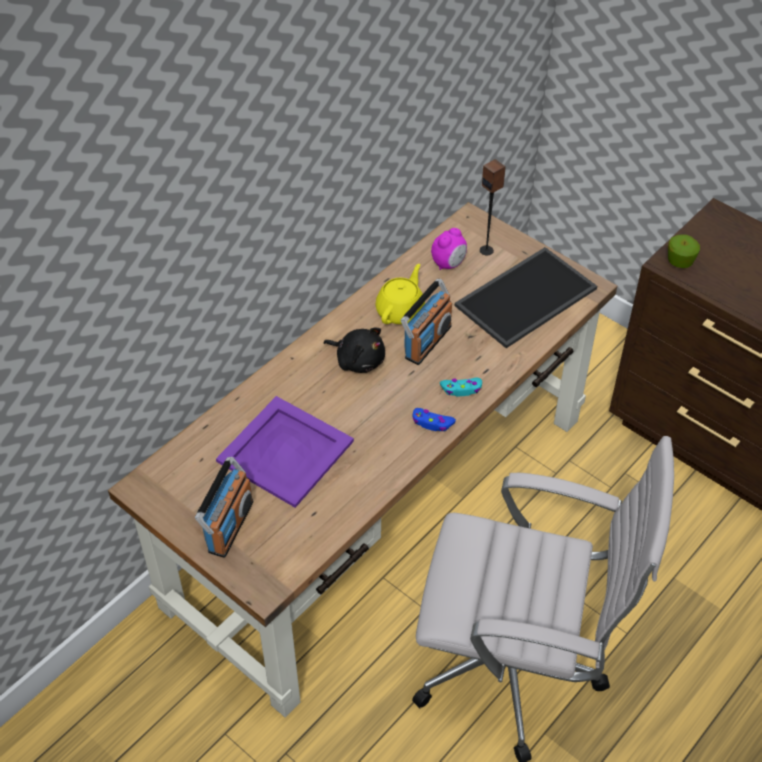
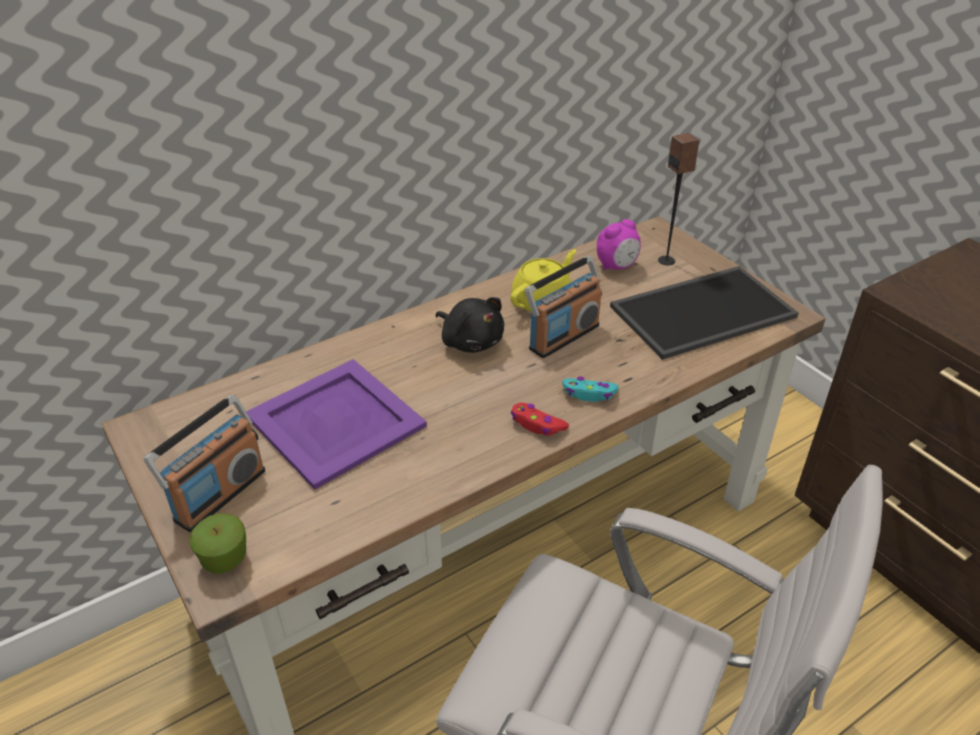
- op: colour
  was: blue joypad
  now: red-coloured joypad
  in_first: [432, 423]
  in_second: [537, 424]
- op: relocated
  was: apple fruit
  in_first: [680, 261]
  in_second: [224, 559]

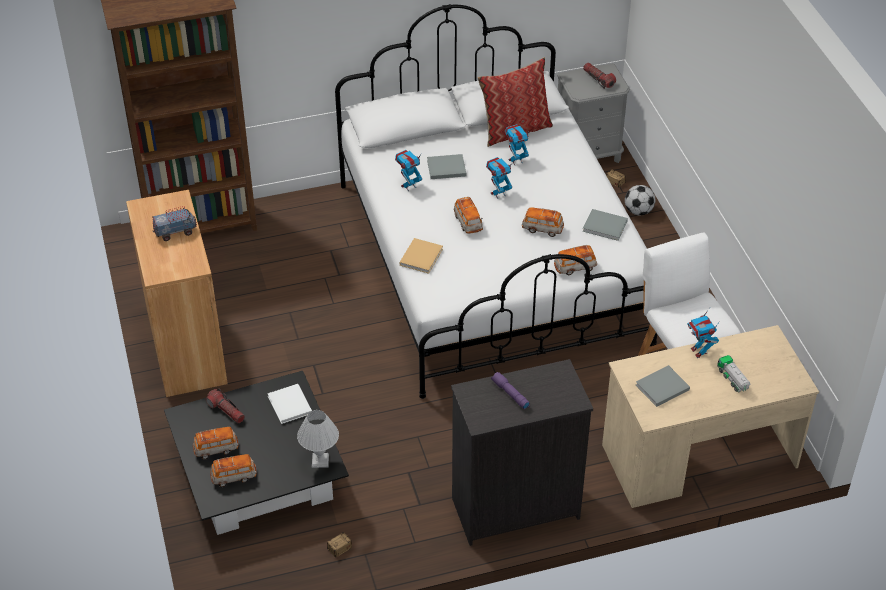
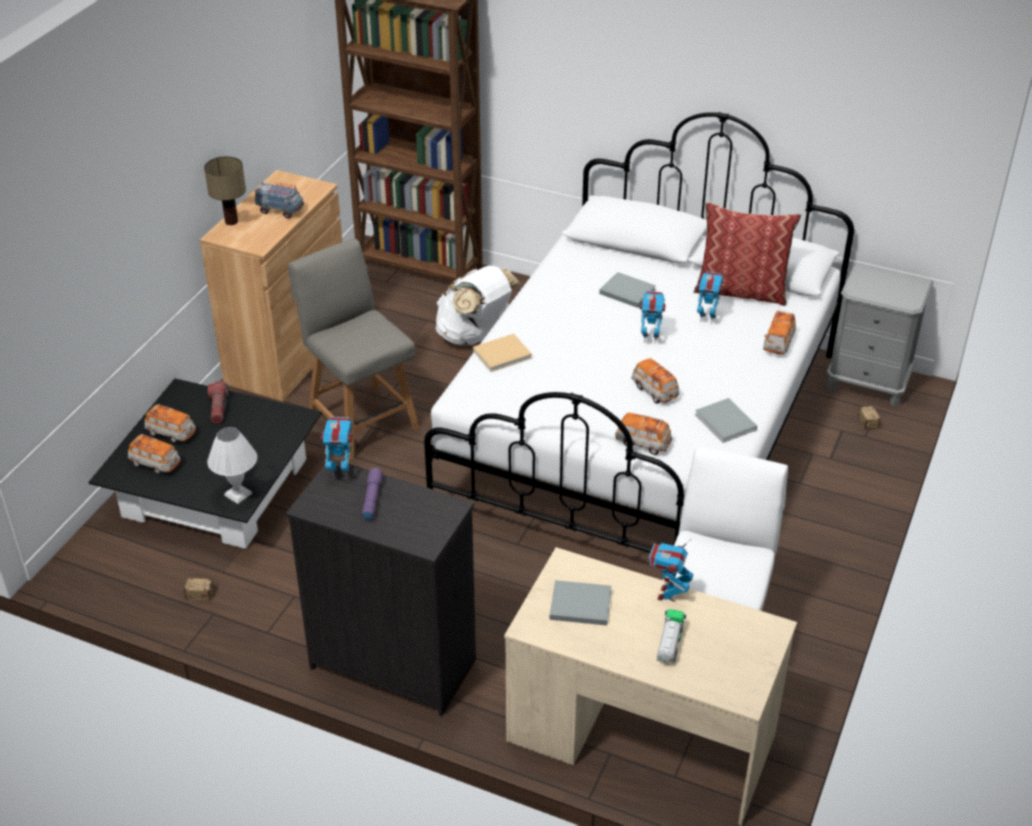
- op: missing
  was: white-coloured volume
  in_first: [290, 406]
- op: relocated
  was: robot figure
  in_first: [408, 186]
  in_second: [341, 471]
- op: relocated
  was: toy car
  in_first: [468, 223]
  in_second: [778, 343]
- op: missing
  was: hand torch
  in_first: [598, 79]
- op: missing
  was: ball for football
  in_first: [638, 211]
- op: appeared
  now: lamp for a table
  in_second: [231, 221]
- op: appeared
  now: greyish upright chair
  in_second: [361, 420]
- op: appeared
  now: white-coloured rucksack
  in_second: [475, 336]

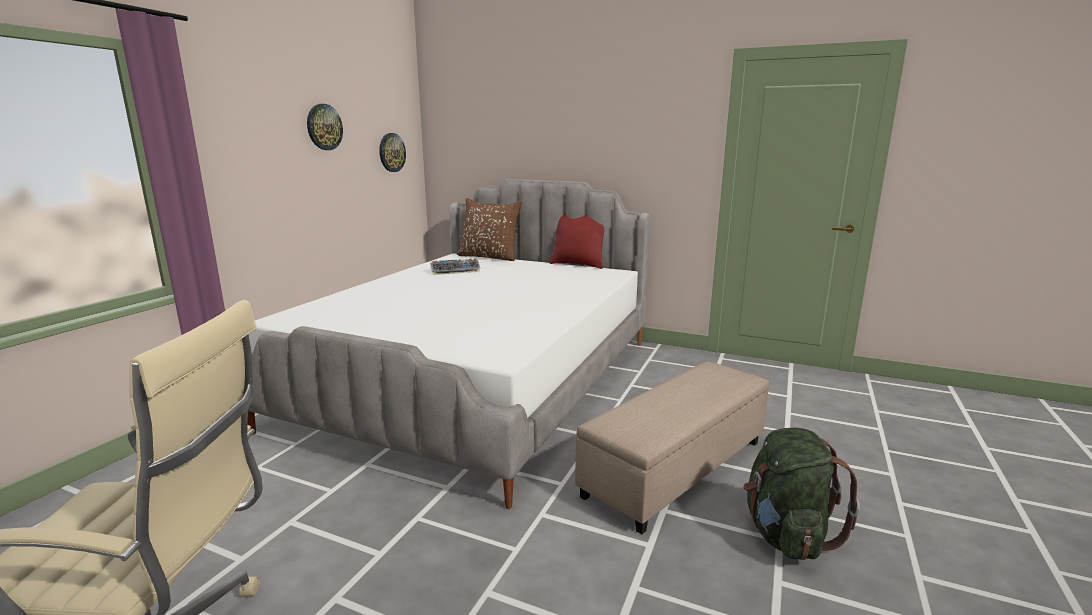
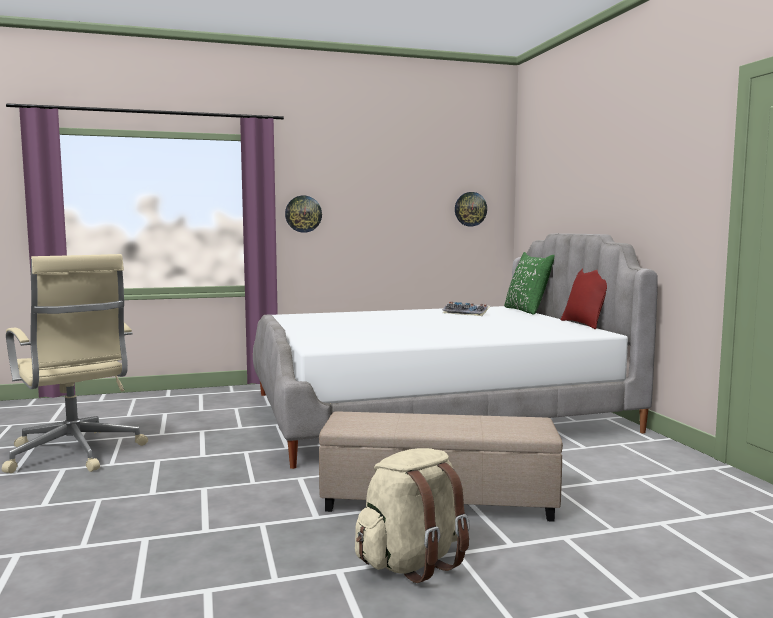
- op: relocated
  was: hanging clock
  in_first: [324, 127]
  in_second: [303, 214]
- op: colour
  was: brown cushion
  now: green cushion
  in_first: [489, 257]
  in_second: [527, 311]
- op: colour
  was: green rucksack
  now: beige-coloured rucksack
  in_first: [786, 534]
  in_second: [412, 562]

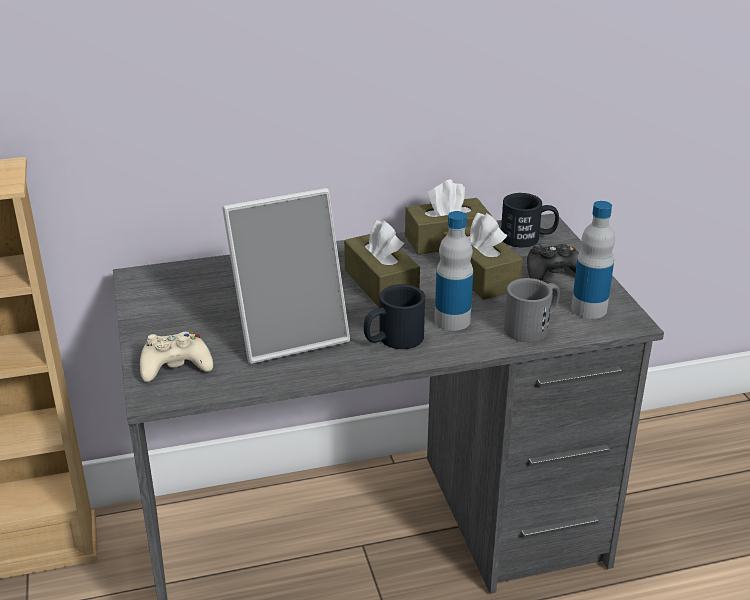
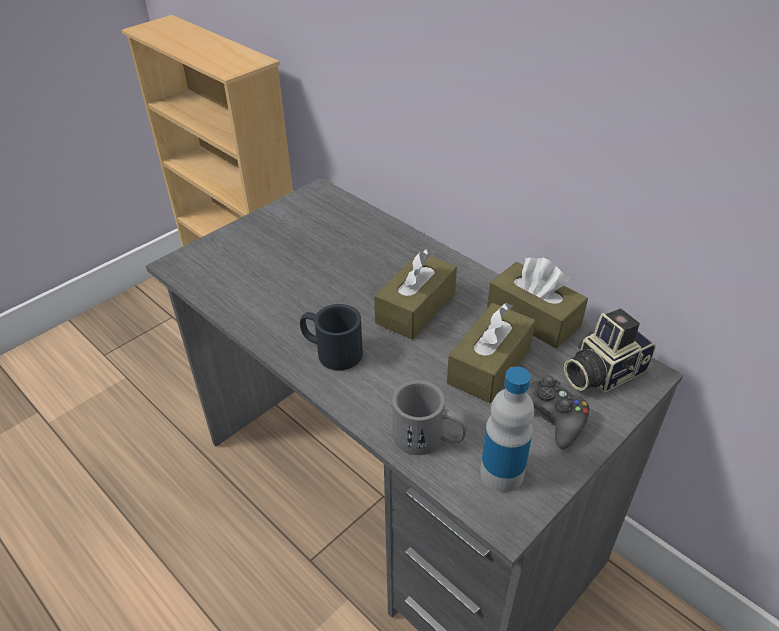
- op: missing
  was: beige-coloured joypad
  in_first: [175, 365]
- op: missing
  was: standing frame
  in_first: [290, 334]
- op: missing
  was: drink bottle
  in_first: [452, 320]
- op: exchanged
  was: black-coloured tea mug
  now: photo camera
  in_first: [528, 238]
  in_second: [601, 372]

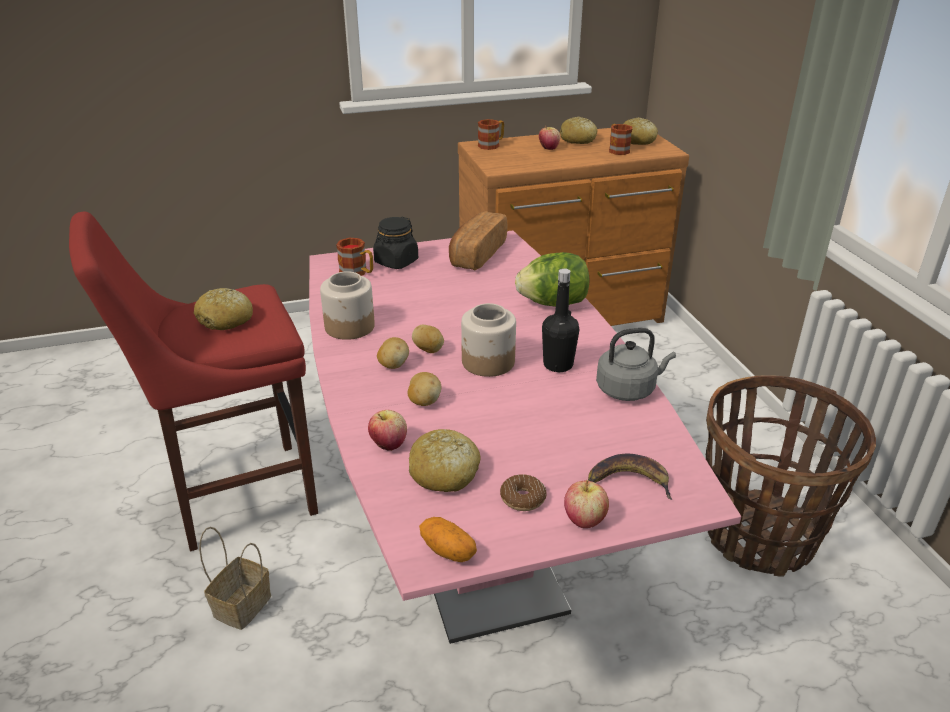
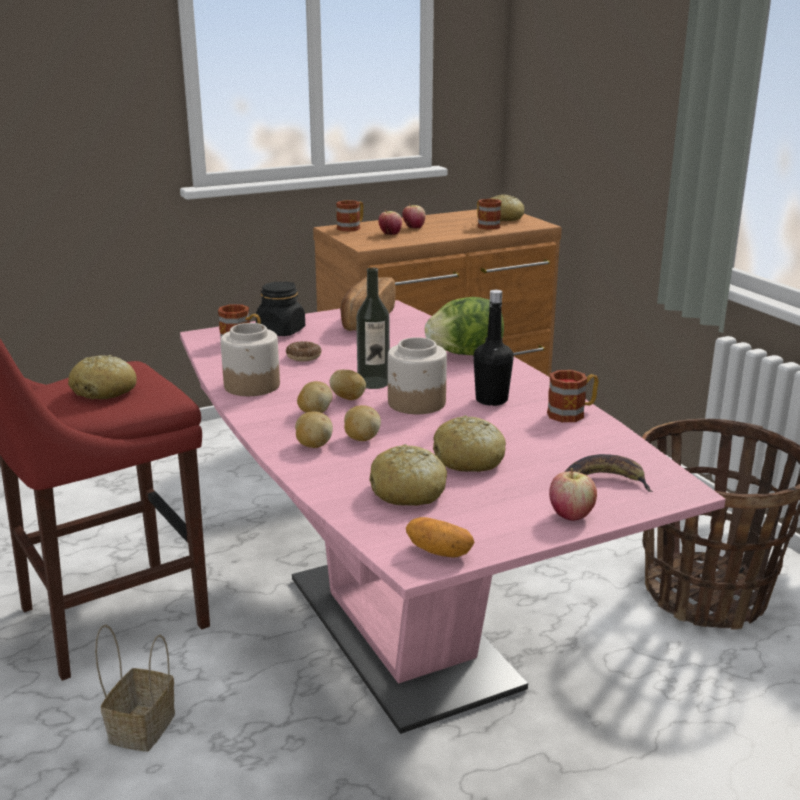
- op: relocated
  was: apple fruit
  in_first: [389, 444]
  in_second: [390, 234]
- op: relocated
  was: doughnut
  in_first: [523, 498]
  in_second: [303, 357]
- op: relocated
  was: bread
  in_first: [578, 140]
  in_second: [468, 460]
- op: exchanged
  was: greyish water kettle
  now: tea mug
  in_first: [628, 389]
  in_second: [572, 413]
- op: appeared
  now: potato
  in_second: [313, 445]
- op: appeared
  now: drink bottle
  in_second: [373, 383]

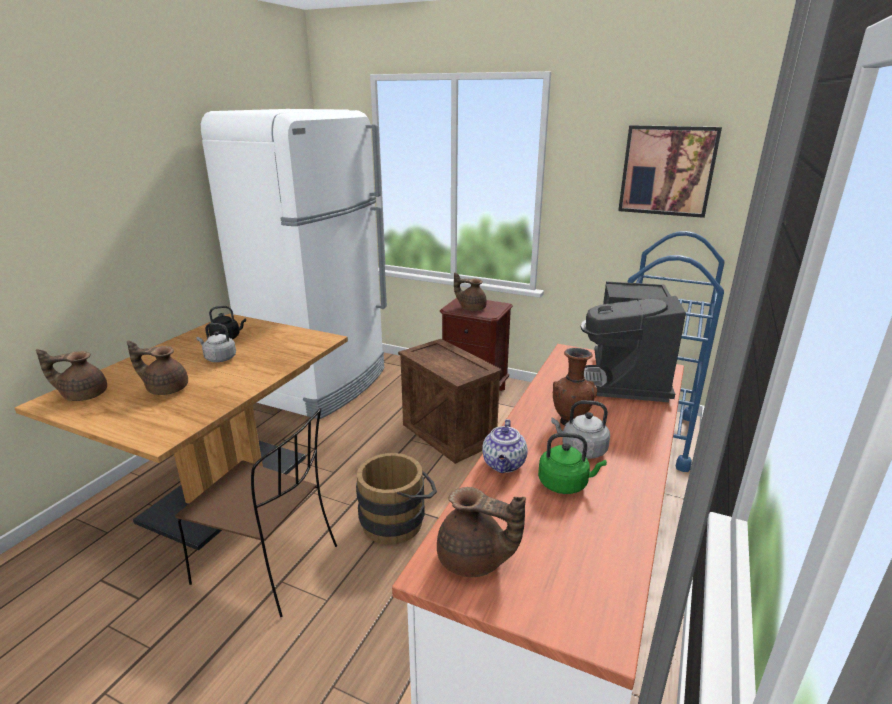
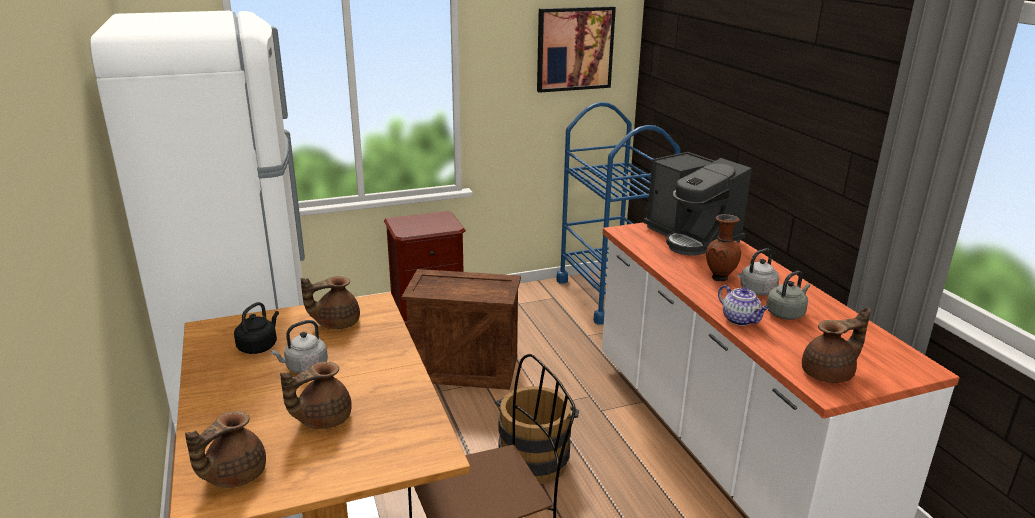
- op: relocated
  was: brown pot for tea
  in_first: [471, 308]
  in_second: [336, 323]
- op: colour
  was: green water kettle
  now: greyish water kettle
  in_first: [565, 484]
  in_second: [786, 313]

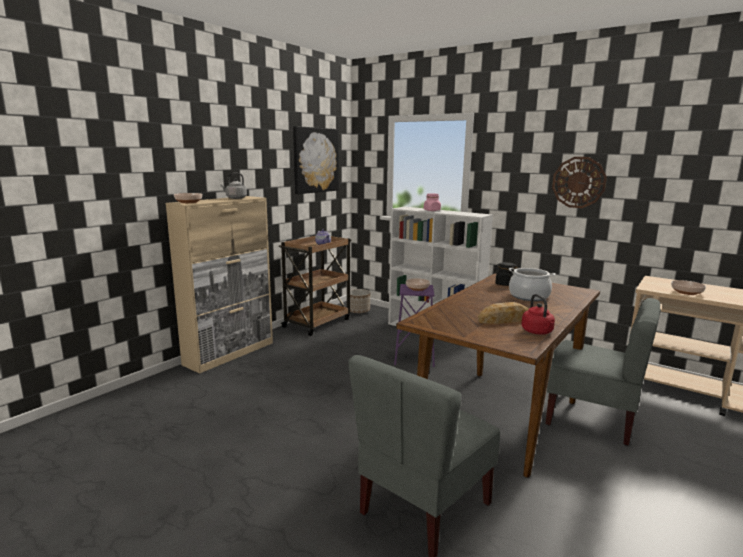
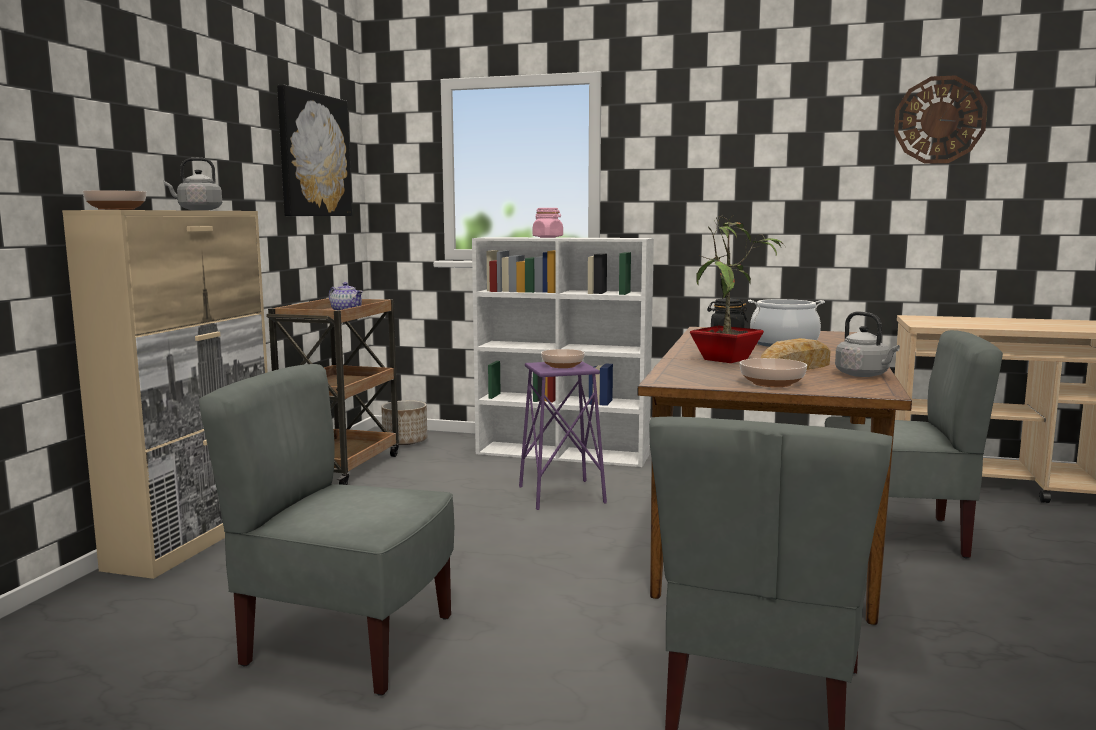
- op: colour
  was: red-coloured water kettle
  now: greyish water kettle
  in_first: [538, 332]
  in_second: [864, 375]
- op: relocated
  was: hanging clock
  in_first: [578, 182]
  in_second: [939, 120]
- op: relocated
  was: bowl
  in_first: [686, 292]
  in_second: [771, 383]
- op: appeared
  now: greyish upright chair
  in_second: [347, 643]
- op: appeared
  now: plant in a pot
  in_second: [728, 360]

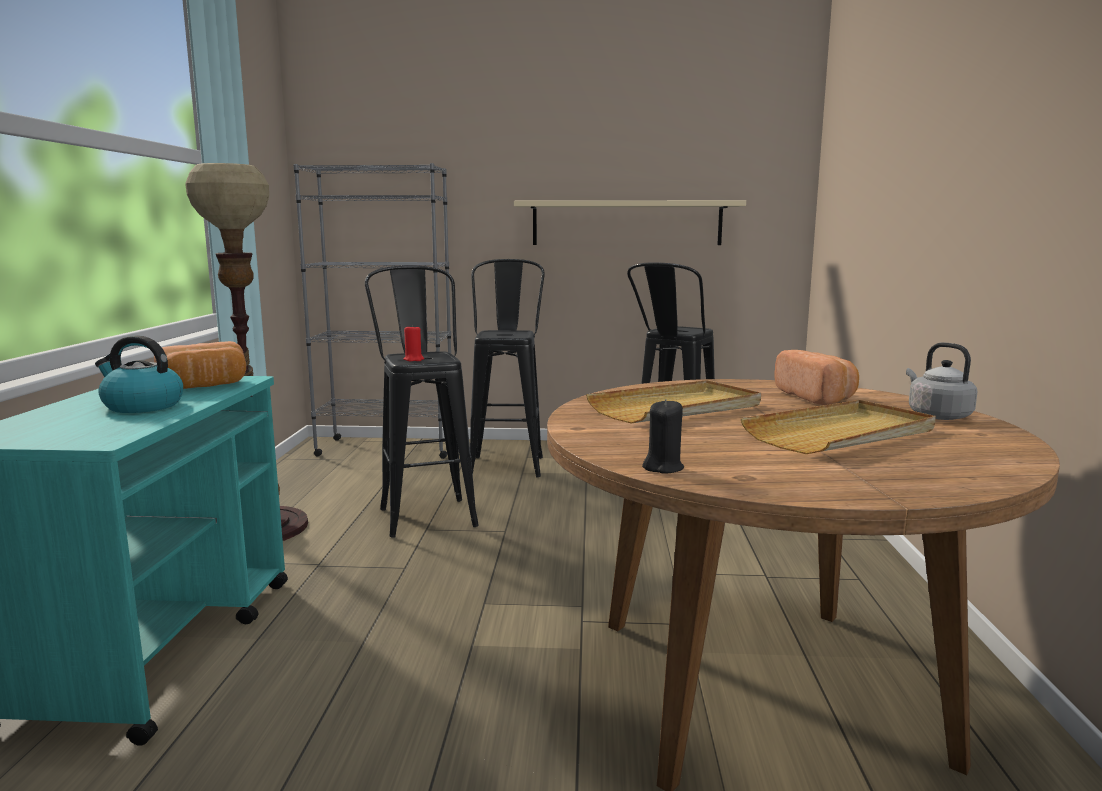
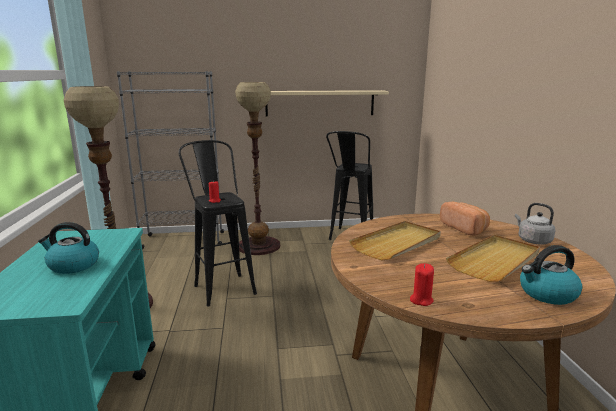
- op: missing
  was: bread
  in_first: [205, 387]
- op: exchanged
  was: black-coloured sitting stool
  now: floor lamp
  in_first: [507, 462]
  in_second: [259, 246]
- op: colour
  was: black-coloured wax light
  now: red-coloured wax light
  in_first: [663, 467]
  in_second: [421, 300]
- op: appeared
  now: water kettle
  in_second: [547, 294]

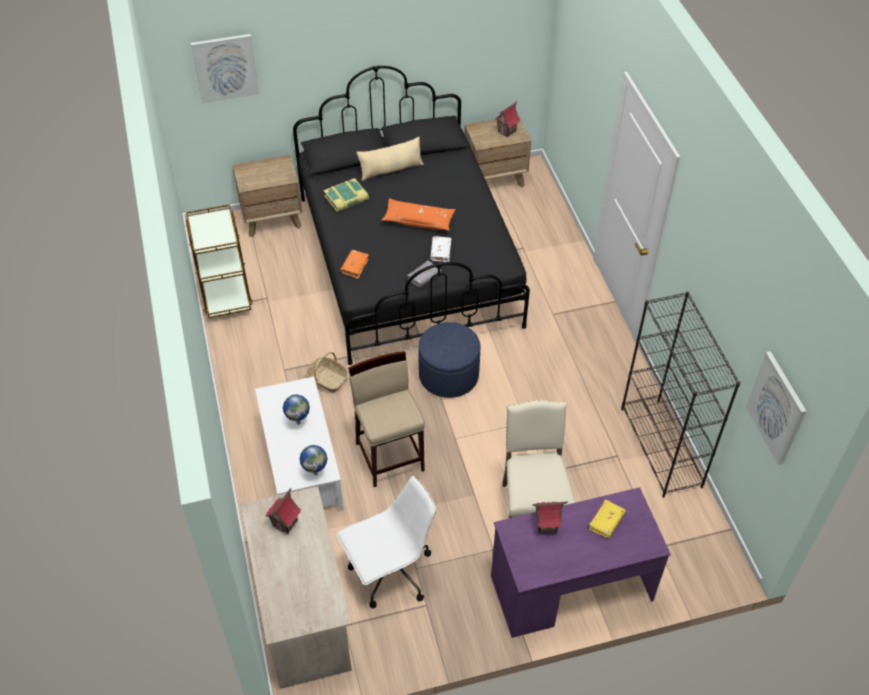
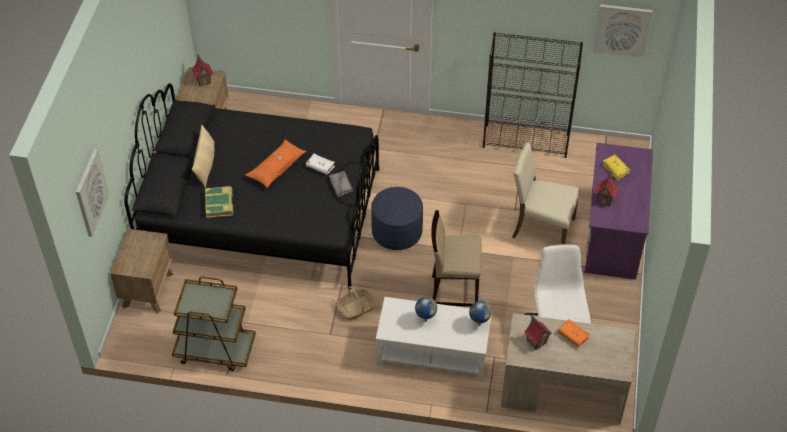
- op: relocated
  was: orange volume
  in_first: [354, 266]
  in_second: [573, 336]

